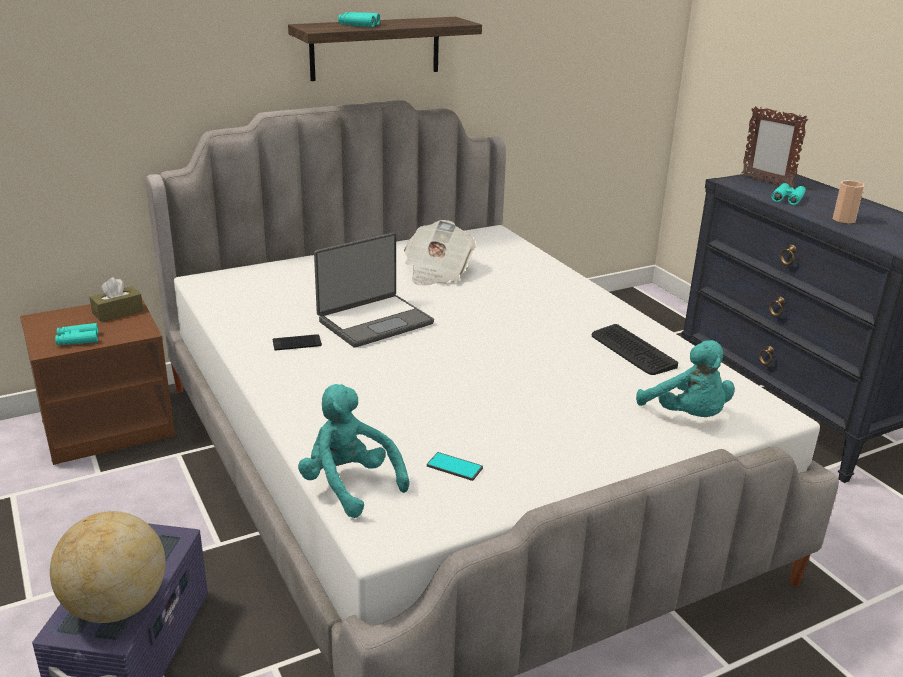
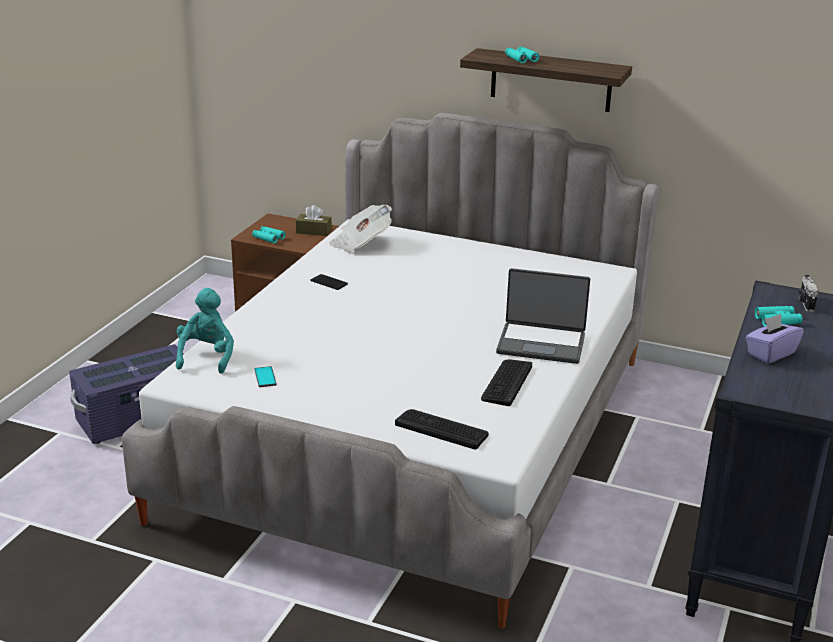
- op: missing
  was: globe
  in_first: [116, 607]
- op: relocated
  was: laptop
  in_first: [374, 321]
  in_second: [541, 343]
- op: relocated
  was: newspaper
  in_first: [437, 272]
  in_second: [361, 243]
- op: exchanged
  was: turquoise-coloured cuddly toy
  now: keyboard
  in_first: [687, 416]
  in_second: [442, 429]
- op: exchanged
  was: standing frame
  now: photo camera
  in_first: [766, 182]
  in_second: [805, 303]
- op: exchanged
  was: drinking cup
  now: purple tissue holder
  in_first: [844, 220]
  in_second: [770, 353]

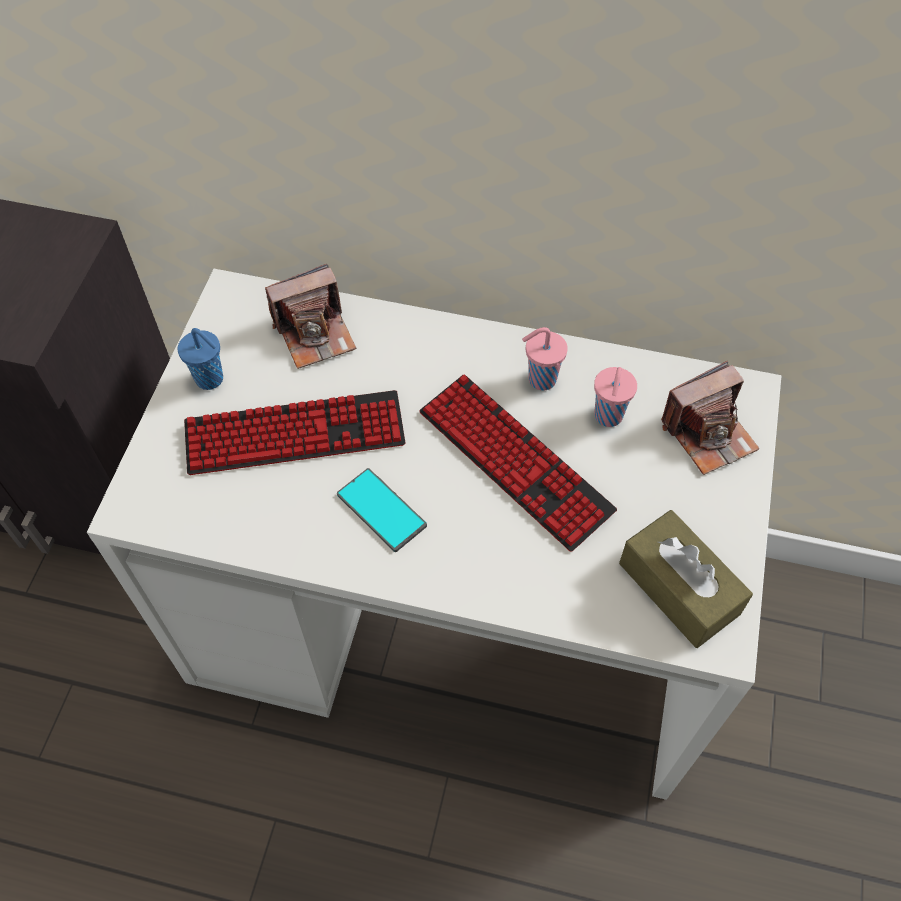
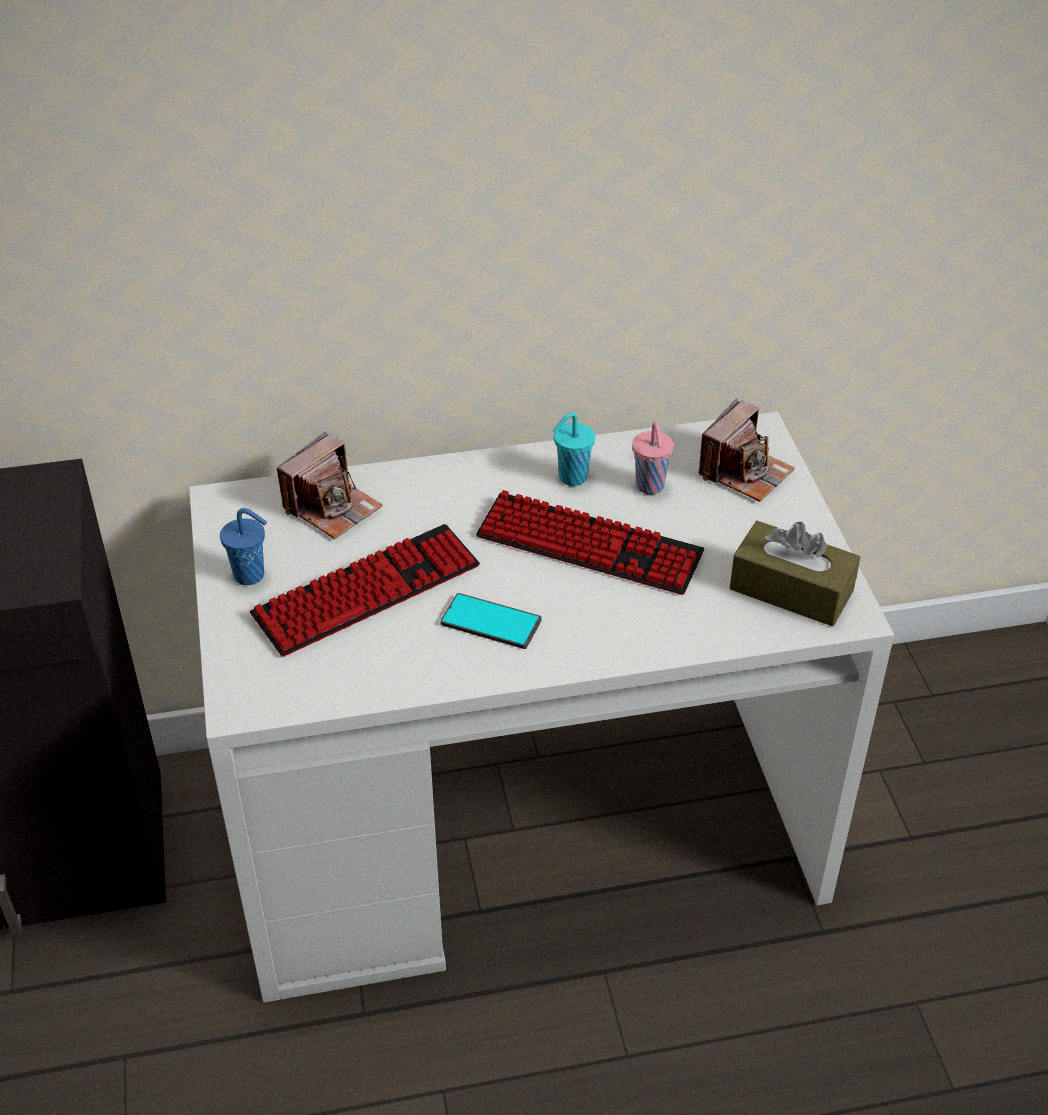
- op: colour
  was: pinkish drinking cup
  now: turquoise-coloured drinking cup
  in_first: [540, 380]
  in_second: [571, 478]

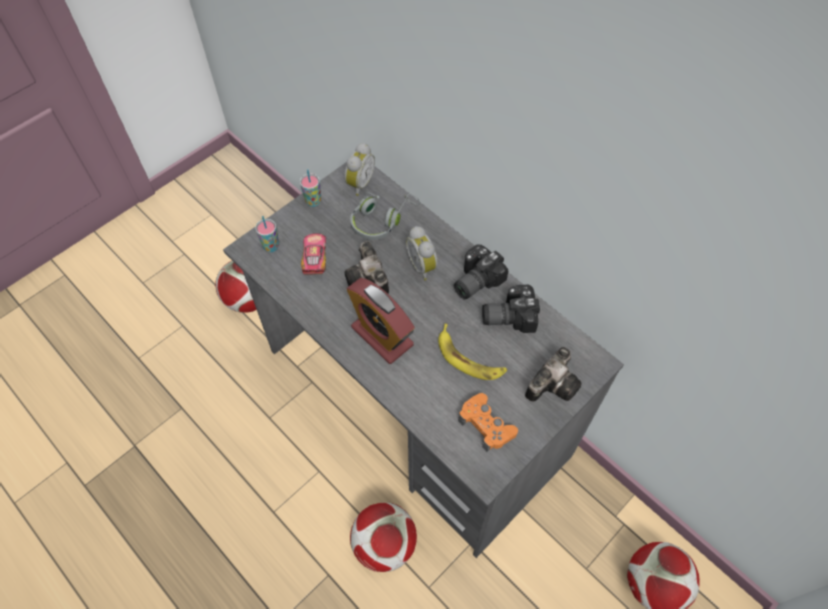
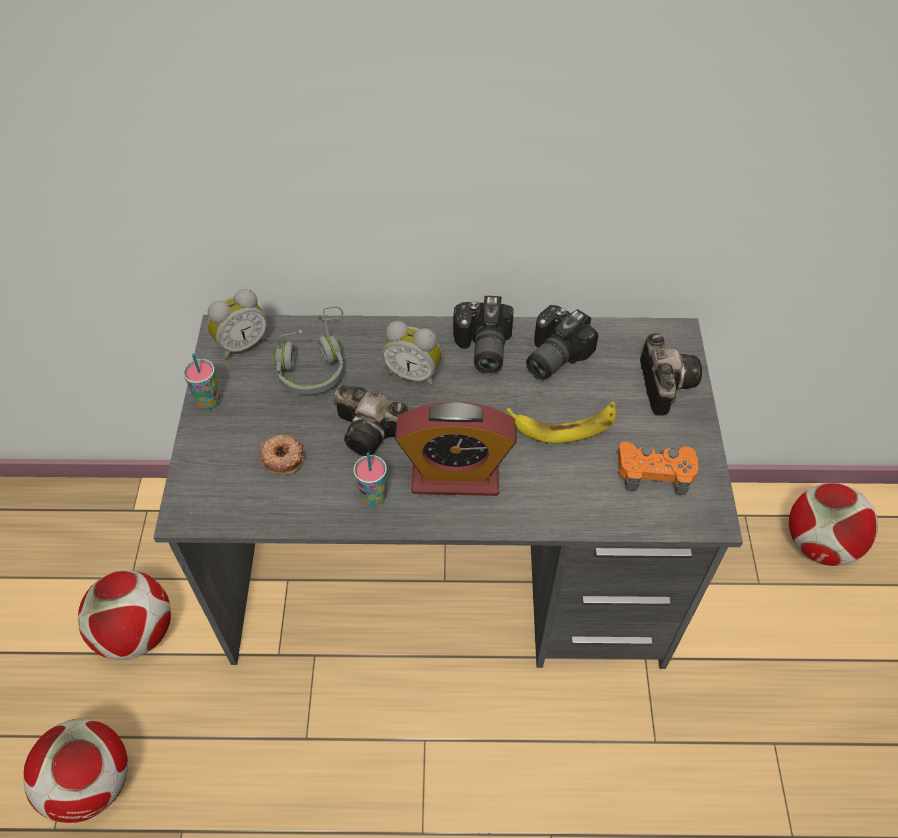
- op: relocated
  was: drinking cup
  in_first: [271, 246]
  in_second: [373, 497]
- op: exchanged
  was: toy car
  now: doughnut
  in_first: [315, 257]
  in_second: [283, 457]
- op: spun
  was: alarm clock
  in_first: [359, 183]
  in_second: [242, 344]
  clockwise: 75
- op: relocated
  was: ball for football
  in_first: [384, 544]
  in_second: [91, 783]

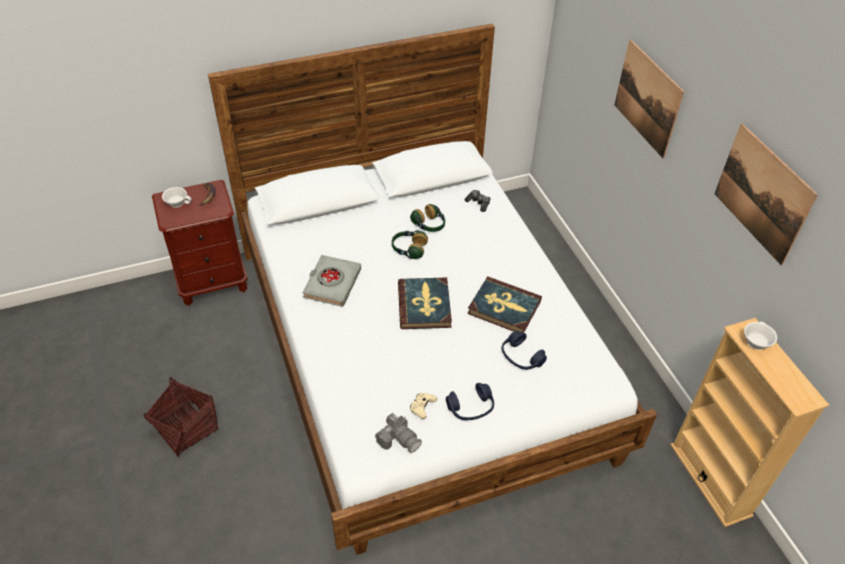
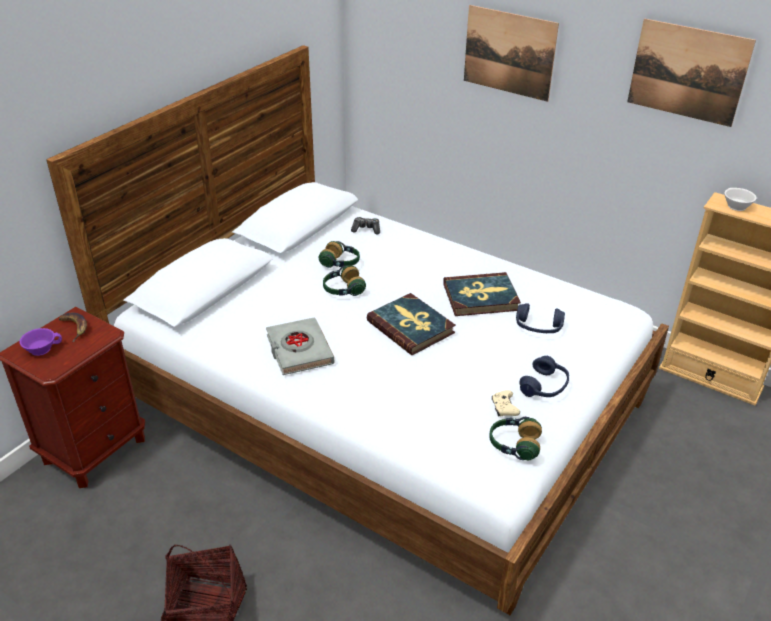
- op: colour
  was: white-coloured drinking cup
  now: purple drinking cup
  in_first: [177, 202]
  in_second: [41, 348]
- op: exchanged
  was: photo camera
  now: headphones
  in_first: [398, 439]
  in_second: [513, 445]

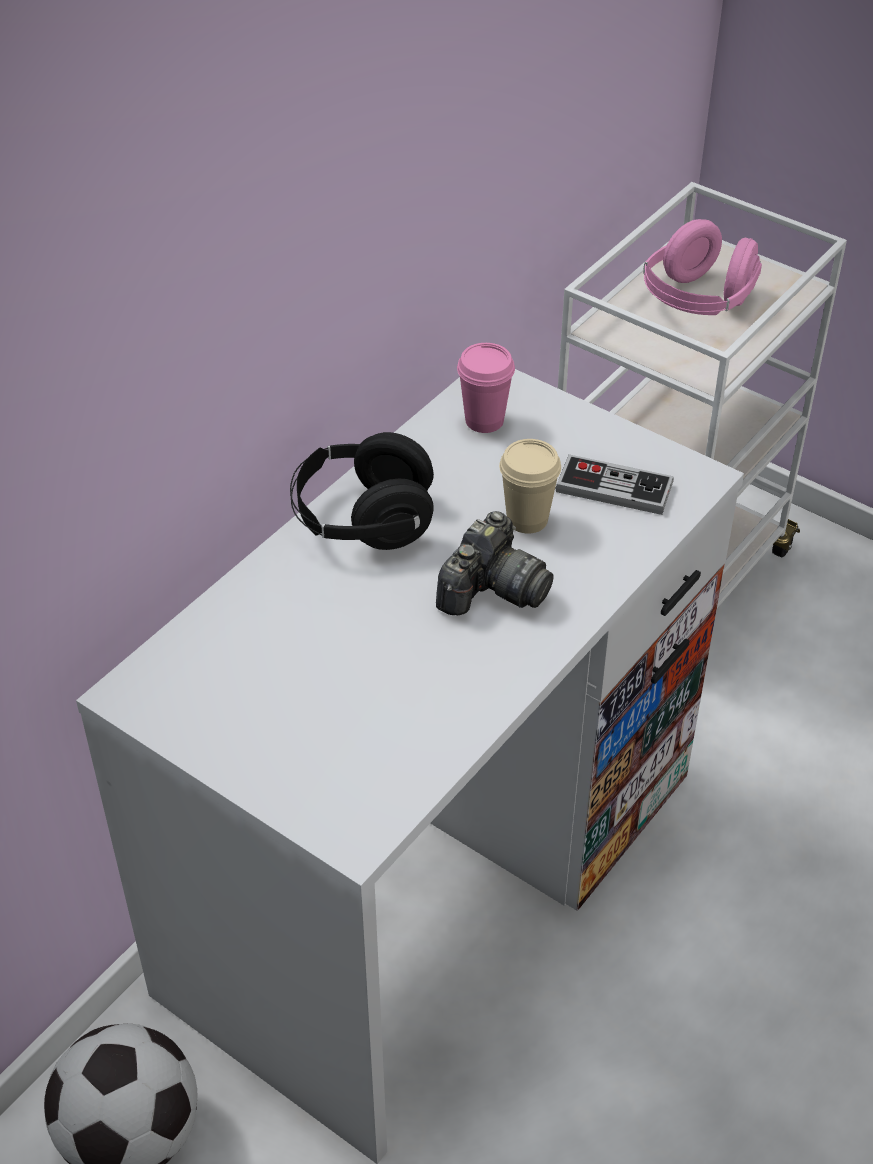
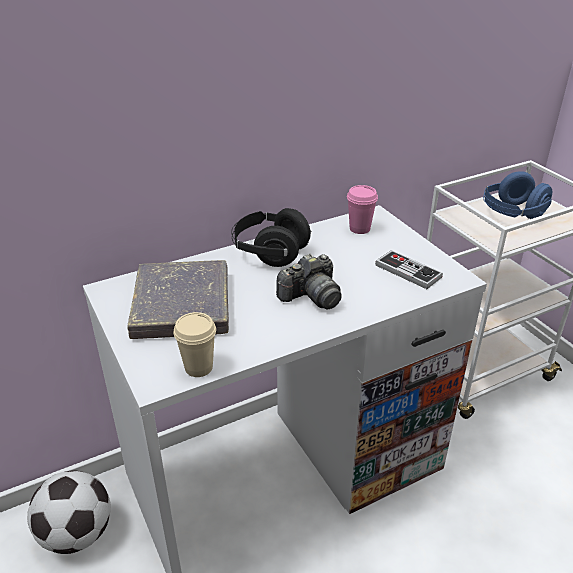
- op: relocated
  was: beige-coloured drinking cup
  in_first: [527, 519]
  in_second: [198, 367]
- op: colour
  was: pinkish headphones
  now: blue headphones
  in_first: [698, 301]
  in_second: [512, 214]
- op: appeared
  now: greyish volume
  in_second: [182, 305]

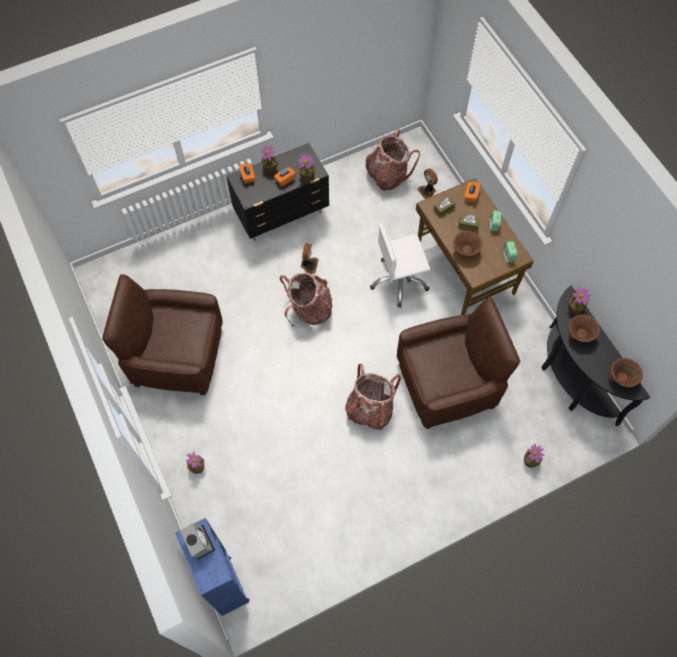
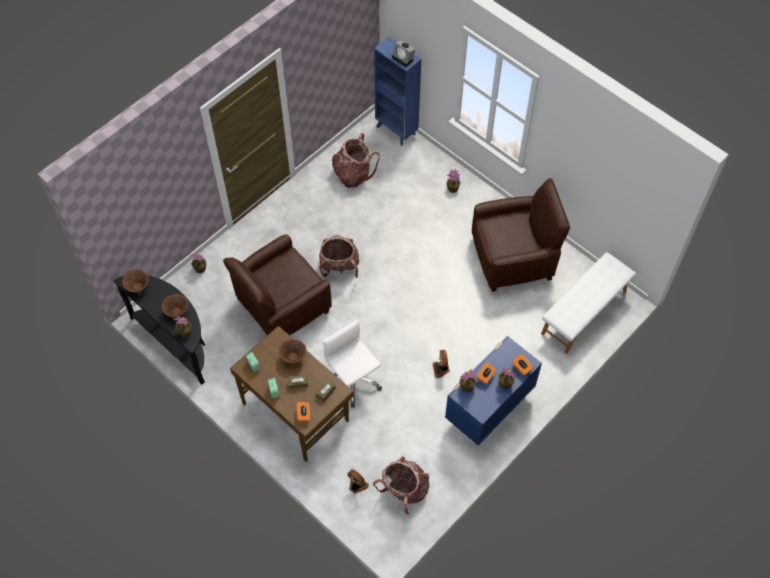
- op: colour
  was: black-coloured drawer chest
  now: blue drawer chest
  in_first: [282, 215]
  in_second: [488, 409]
- op: relocated
  was: rucksack
  in_first: [309, 309]
  in_second: [353, 174]
- op: spun
  was: white-coloured office chair
  in_first: [399, 281]
  in_second: [353, 381]
  clockwise: -90
- op: appeared
  now: white-coloured bench
  in_second: [584, 312]

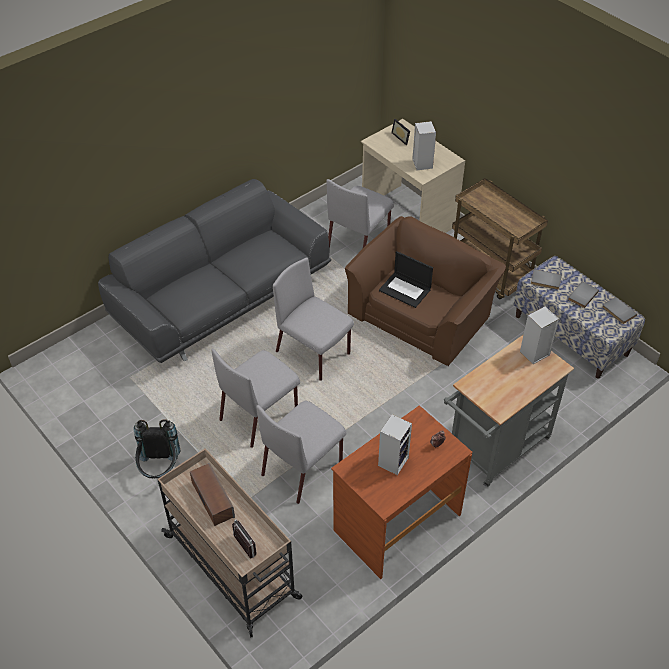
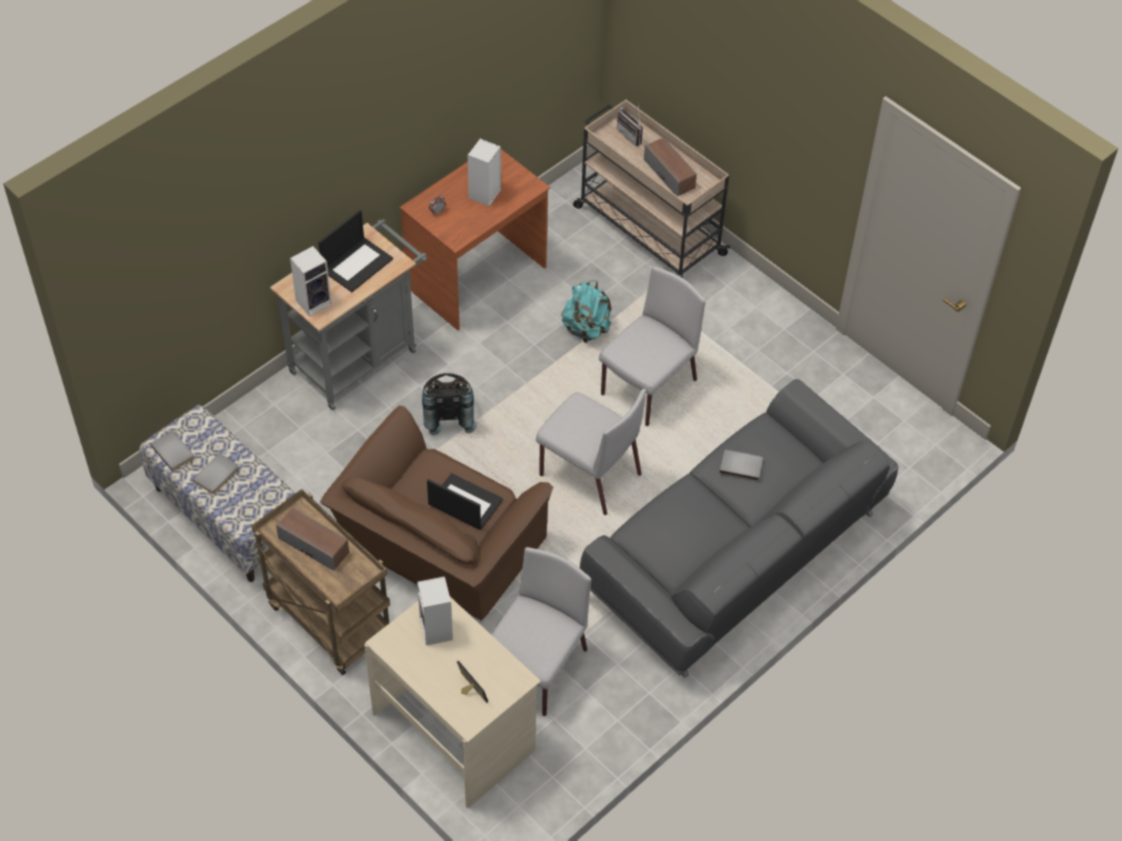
- op: relocated
  was: black-coloured rucksack
  in_first: [160, 469]
  in_second: [448, 415]
- op: exchanged
  was: greyish upright chair
  now: turquoise-coloured rucksack
  in_first: [303, 467]
  in_second: [586, 329]
- op: relocated
  was: greyish volume
  in_first: [545, 281]
  in_second: [741, 465]
- op: appeared
  now: audio speaker
  in_second: [314, 545]
- op: appeared
  now: laptop
  in_second: [357, 264]

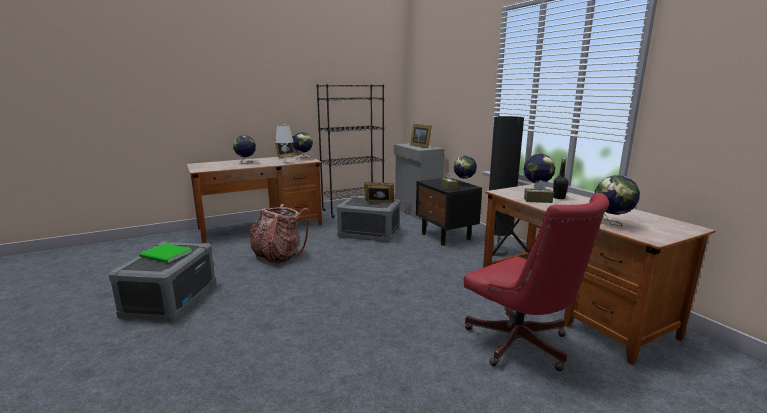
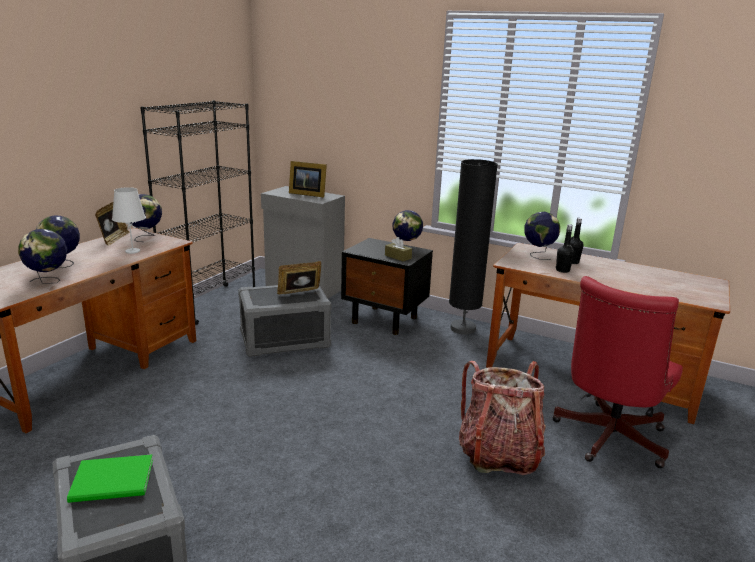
- op: relocated
  was: rucksack
  in_first: [278, 256]
  in_second: [498, 454]
- op: spun
  was: red-coloured office chair
  in_first: [522, 346]
  in_second: [606, 439]
  clockwise: 105
- op: exchanged
  was: brown tissue holder
  now: black-coloured drink bottle
  in_first: [538, 200]
  in_second: [562, 270]
- op: relocated
  was: globe
  in_first: [611, 223]
  in_second: [48, 281]

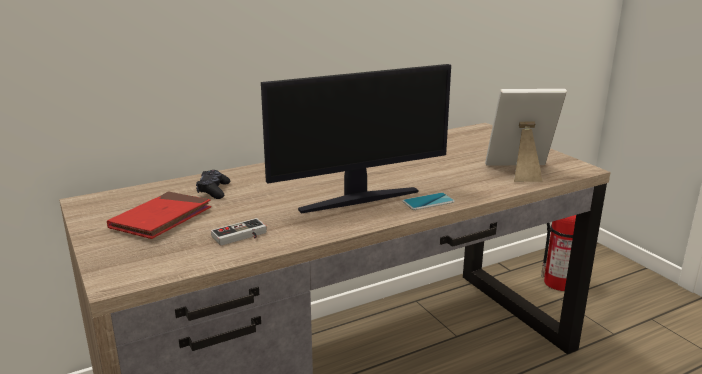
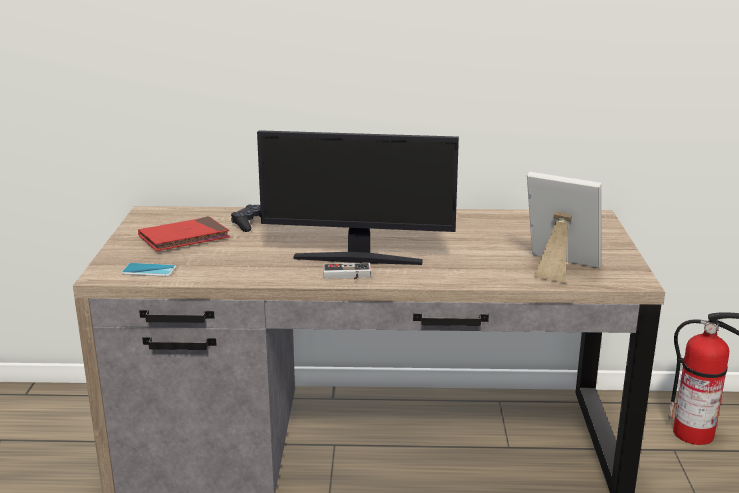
- op: relocated
  was: joypad
  in_first: [241, 237]
  in_second: [347, 276]
- op: relocated
  was: telephone
  in_first: [428, 202]
  in_second: [149, 270]

